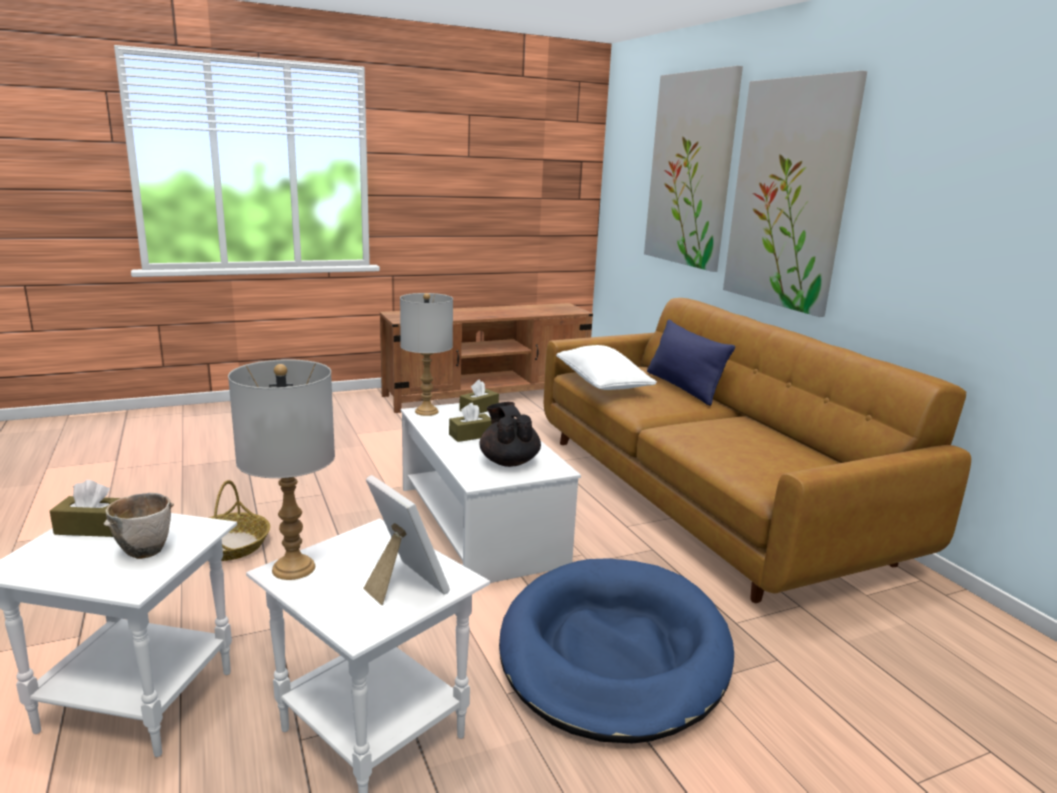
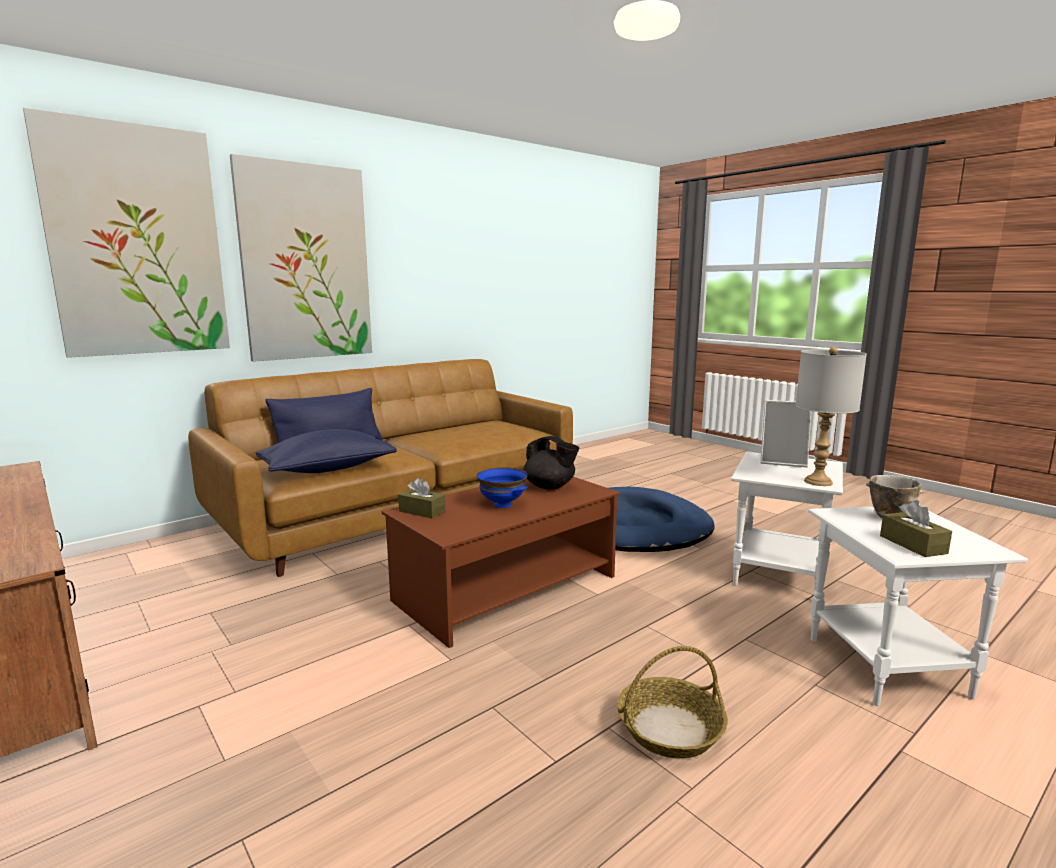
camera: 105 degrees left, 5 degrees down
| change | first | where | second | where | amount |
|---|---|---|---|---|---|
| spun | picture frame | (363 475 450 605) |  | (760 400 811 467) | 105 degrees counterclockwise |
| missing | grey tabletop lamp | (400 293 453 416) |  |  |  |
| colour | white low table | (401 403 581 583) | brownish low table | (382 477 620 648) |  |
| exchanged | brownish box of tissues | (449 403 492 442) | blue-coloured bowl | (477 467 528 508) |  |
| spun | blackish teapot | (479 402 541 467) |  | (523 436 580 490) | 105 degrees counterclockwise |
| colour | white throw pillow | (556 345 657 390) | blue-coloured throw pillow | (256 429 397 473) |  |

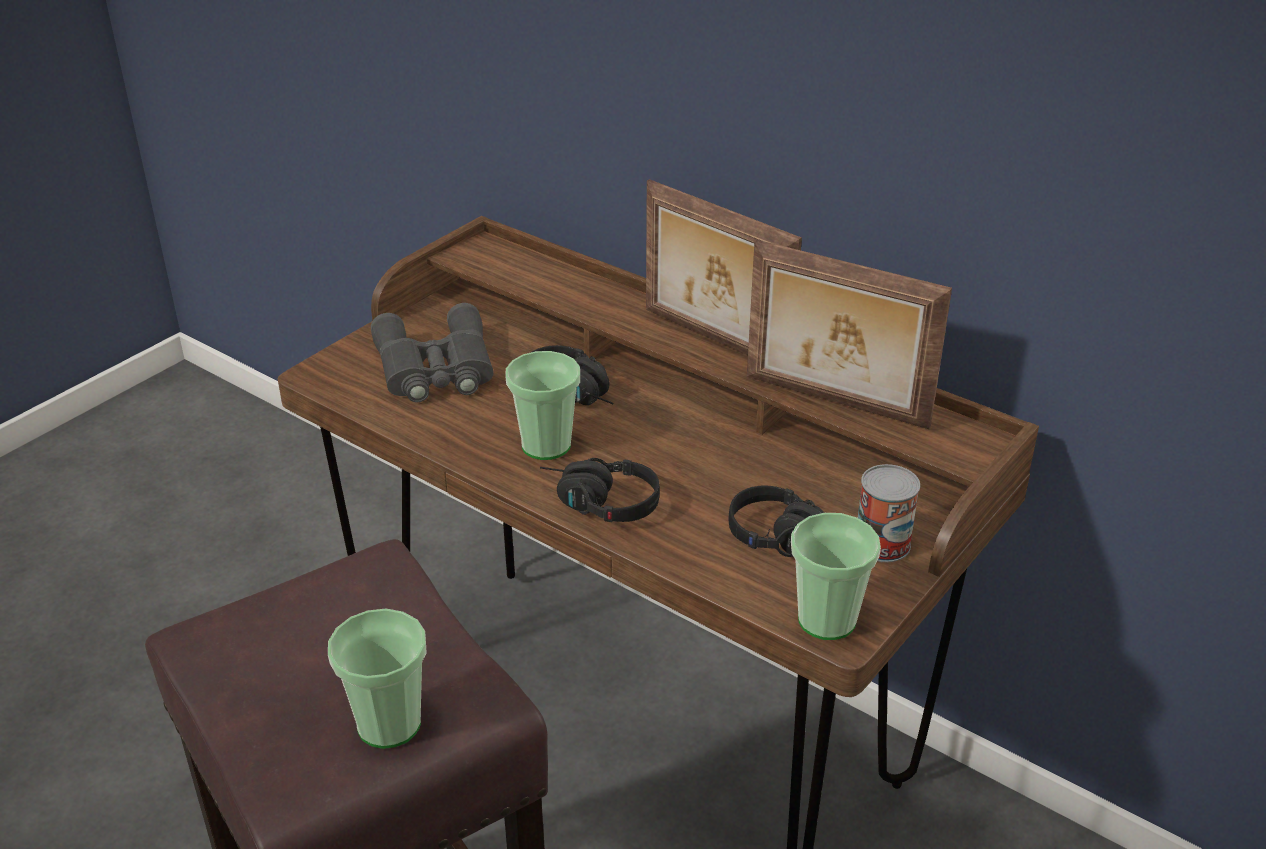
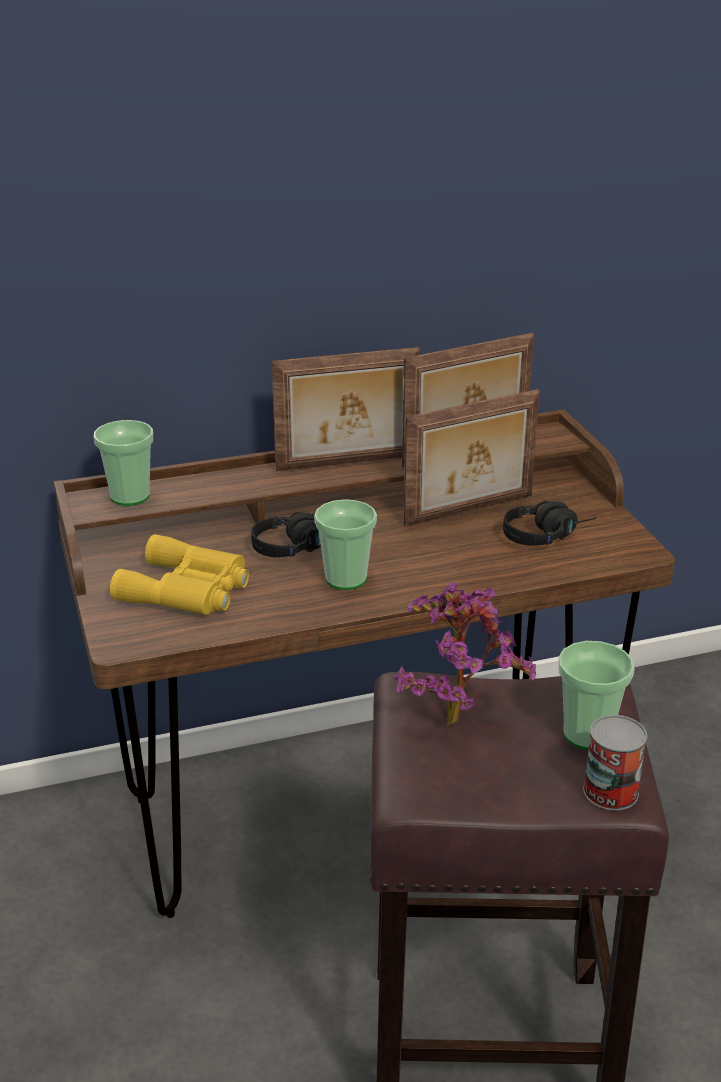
camera: 55 degrees left, 5 degrees down
| change | first | where | second | where | amount |
|---|---|---|---|---|---|
| colour | grey pair of binoculars | (371 303 494 402) | yellow pair of binoculars | (110 534 249 615) |  |
| missing | blackish headset | (540 458 660 522) |  |  |  |
| relocated | small cup | (791 513 881 640) |  | (94 420 153 506) |  |
| relocated | can | (858 464 920 562) |  | (583 715 647 811) |  |
| appeared |  |  | potted plant | (394 582 536 725) |  |
| appeared |  |  | picture frame | (403 389 540 526) |  |

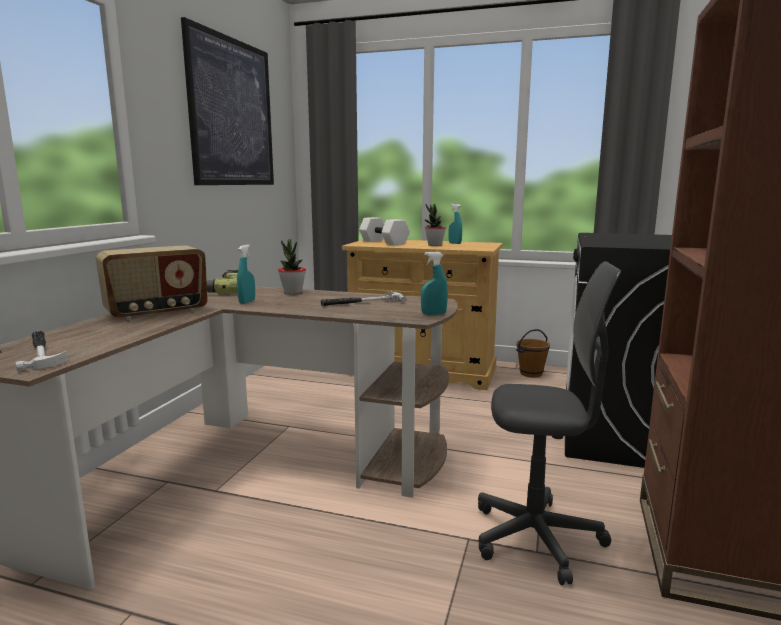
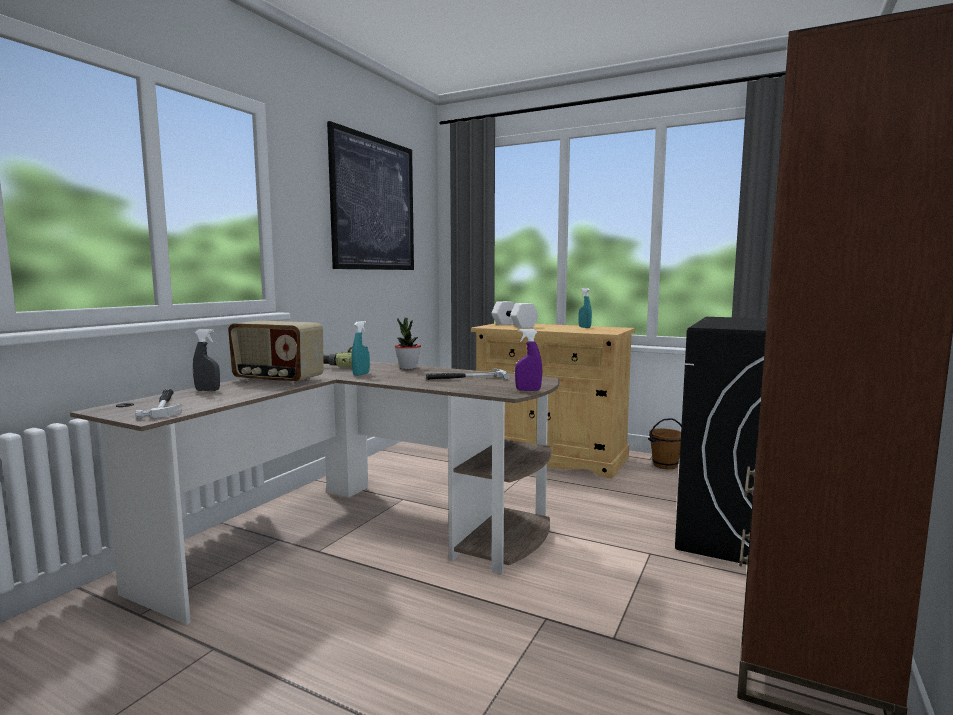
camera: 10 degrees right, 5 degrees down
| change | first | where | second | where | amount |
|---|---|---|---|---|---|
| spun | radio | (96 245 208 320) |  | (228 321 324 385) | 45 degrees clockwise |
| colour | turquoise-coloured spray bottle | (421 252 448 315) | purple-coloured spray bottle | (515 329 542 391) |  |
| missing | potted plant | (425 204 446 246) |  |  |  |
| missing | grey office chair | (478 261 621 585) |  |  |  |
| appeared |  |  | grey spray bottle | (193 329 220 391) |  |

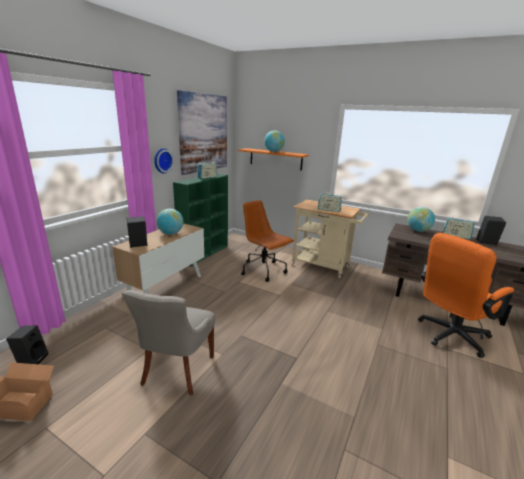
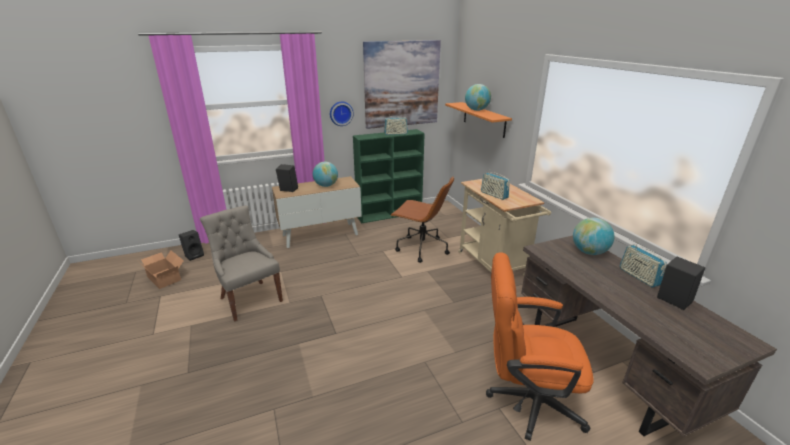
camera: 40 degrees right, 5 degrees up
| change | first | where | second | where | amount |
|---|---|---|---|---|---|
| spun | grey upright chair | (122 290 215 396) |  | (200 205 283 321) | 90 degrees clockwise |
| spun | brownish office chair | (241 200 294 282) |  | (390 176 454 263) | 120 degrees clockwise |

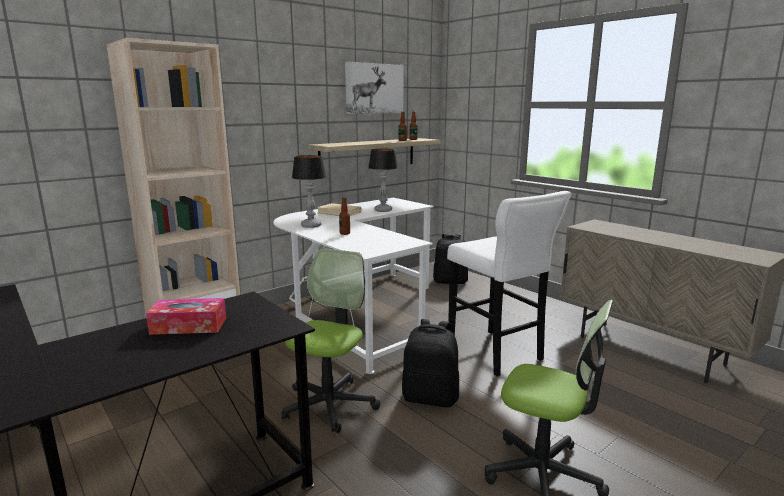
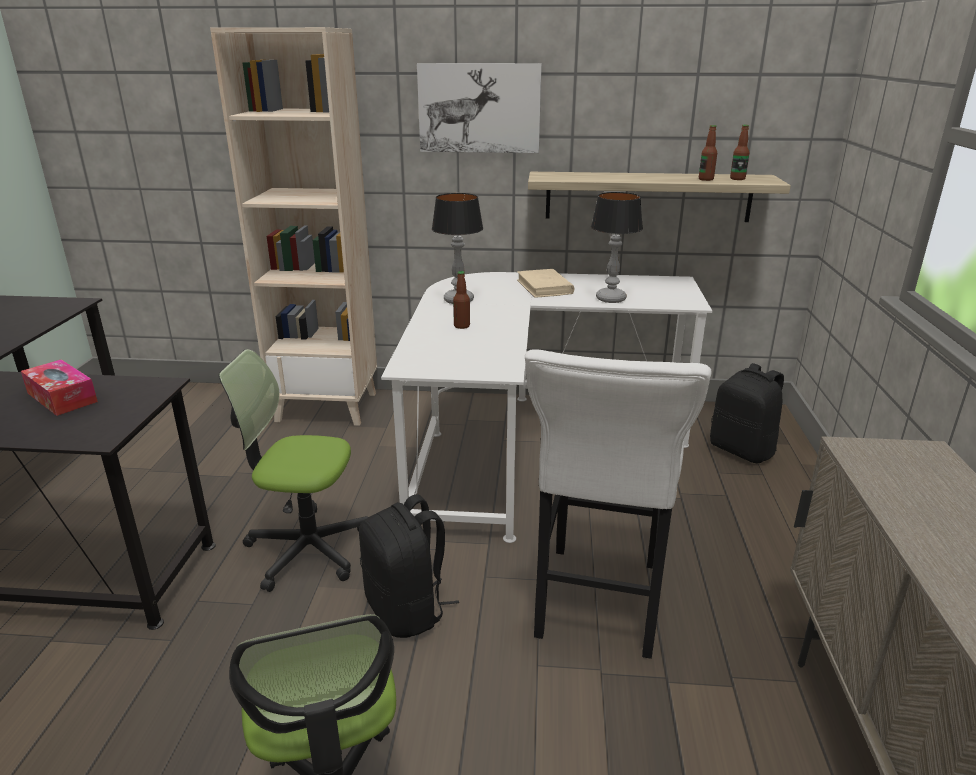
camera: 45 degrees right, 10 degrees up
| change | first | where | second | where | amount |
|---|---|---|---|---|---|
| spun | office chair | (281 248 380 433) |  | (219 349 368 592) | 150 degrees counterclockwise |
| relocated | wall picture | (345 62 404 114) |  | (417 63 542 153) |  |

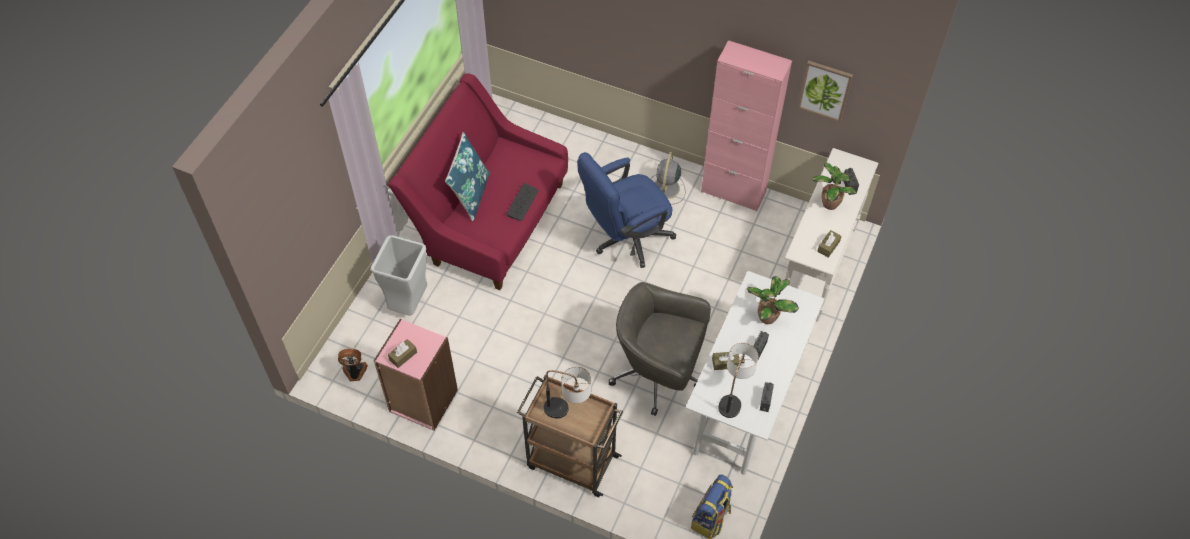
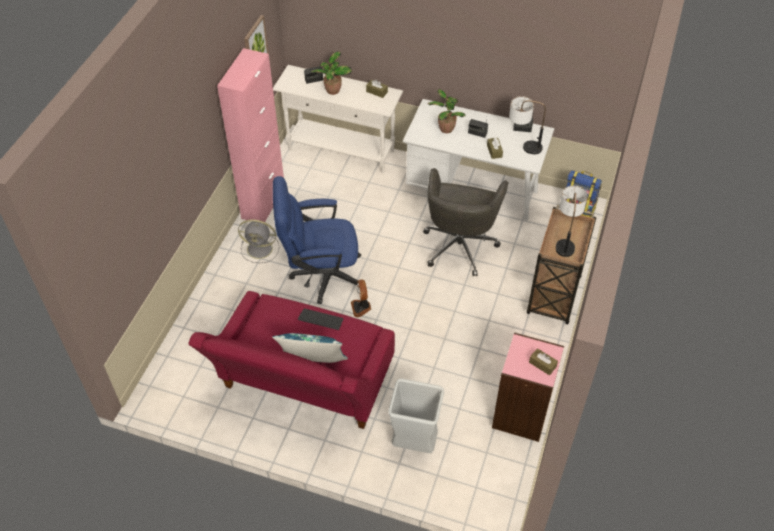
camera: 95 degrees left, 5 degrees down
| change | first | where | second | where | amount |
|---|---|---|---|---|---|
| relocated | fan | (338 349 368 382) |  | (351 280 371 317) |  |
| spun | blue-coloured office chair | (577 152 676 268) |  | (273 176 361 304) | 120 degrees clockwise |

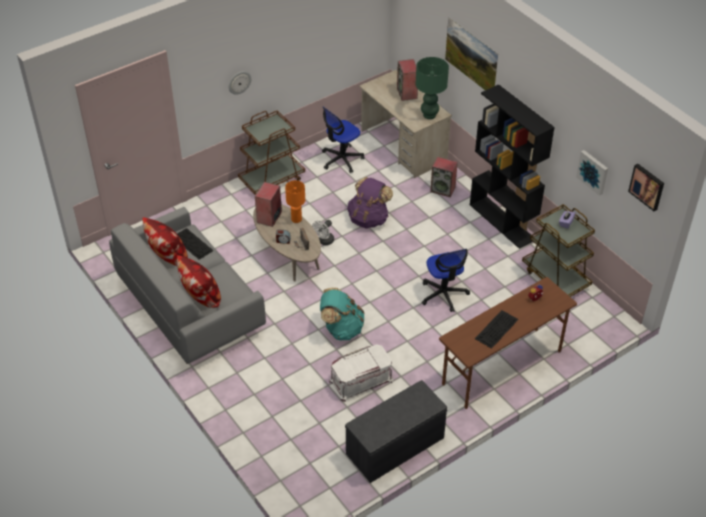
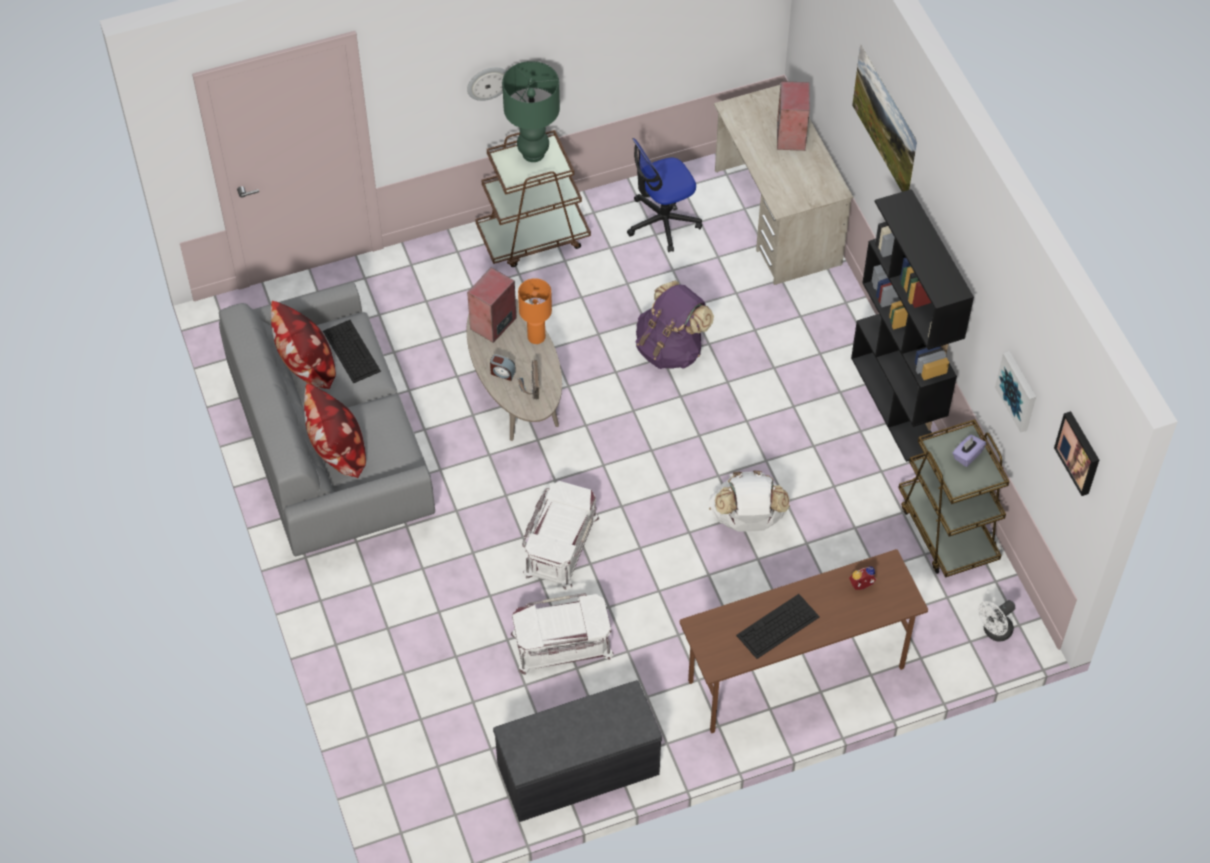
camera: 15 degrees right, 10 degrees up
| change | first | where | second | where | amount |
|---|---|---|---|---|---|
| relocated | white fan | (312 220 334 245) |  | (978 600 1015 642) |  |
| exchanged | turquoise-coloured rucksack | (320 287 365 340) | white storage box | (522 481 599 590) |  |
| relocated | greenish tabletop lamp | (416 57 449 119) |  | (502 61 560 162) |  |
| exchanged | office chair | (422 249 470 312) | white rucksack | (709 471 790 532) |  |
| missing | speaker | (430 157 458 197) |  |  |  |

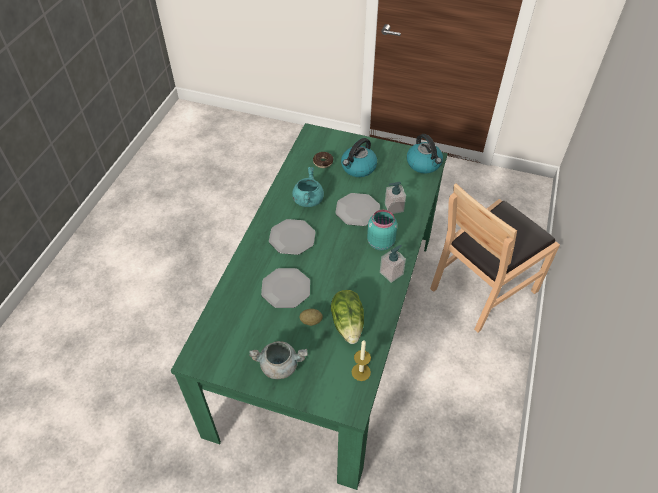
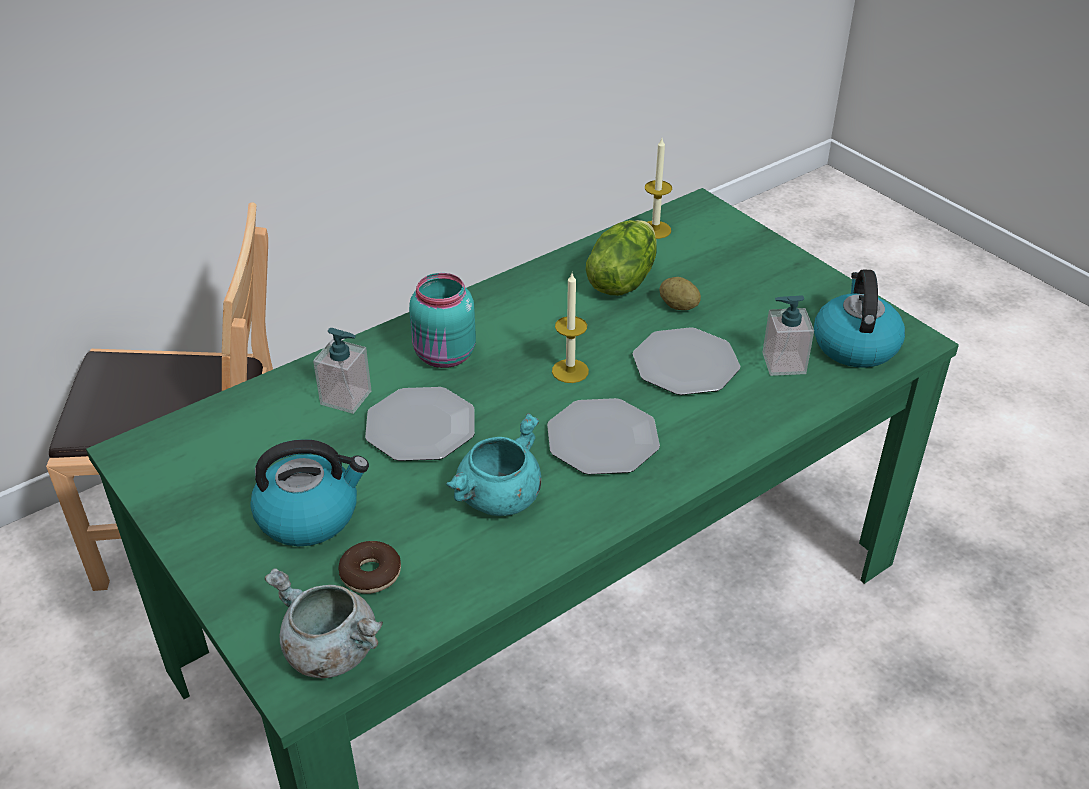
camera: 145 degrees left, 10 degrees down
| change | first | where | second | where | amount |
|---|---|---|---|---|---|
| relocated | grey cooking pot | (249 341 308 379) |  | (265 568 383 678) |  |
| relocated | soap dispenser | (380 245 406 283) |  | (762 295 814 376) |  |
| relocated | tea kettle | (407 134 443 174) |  | (814 269 905 368) |  |
| appeared |  |  | candle | (552 273 589 383) |  |

